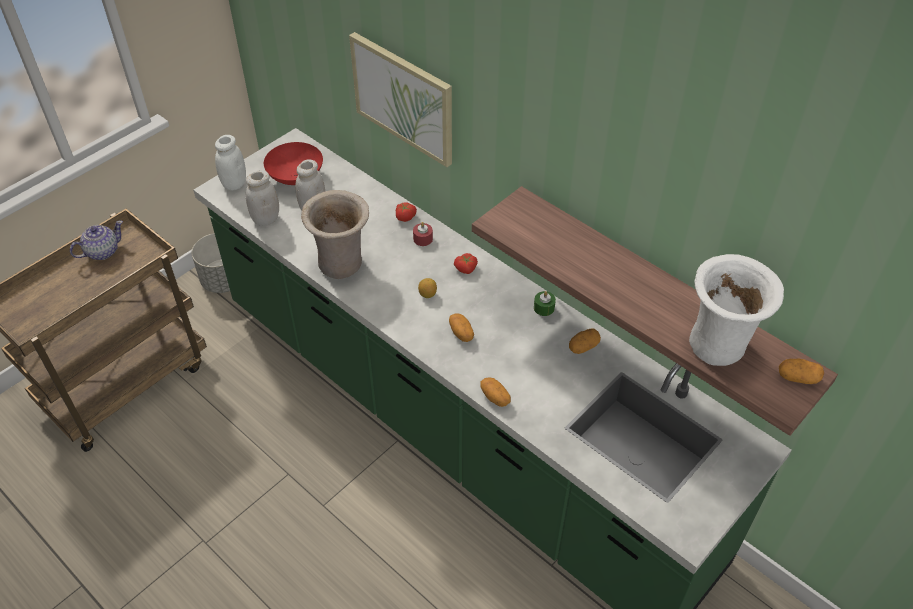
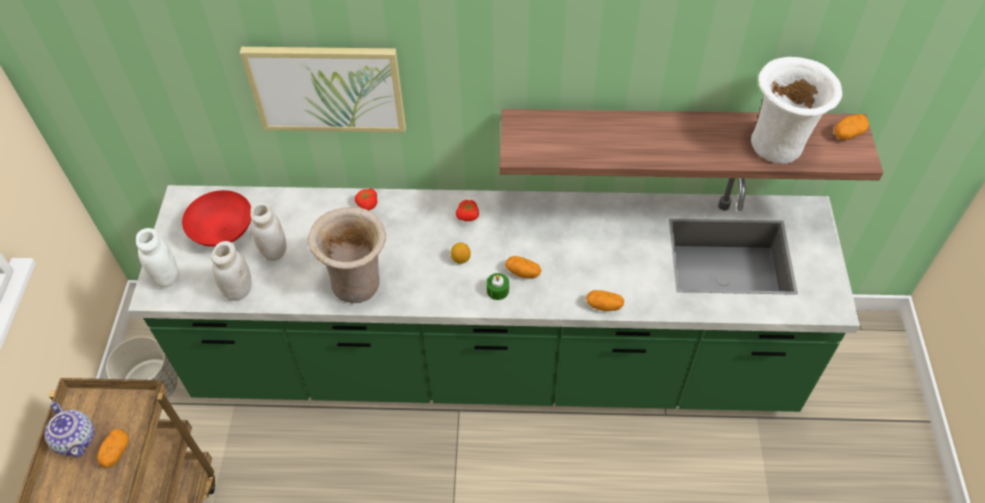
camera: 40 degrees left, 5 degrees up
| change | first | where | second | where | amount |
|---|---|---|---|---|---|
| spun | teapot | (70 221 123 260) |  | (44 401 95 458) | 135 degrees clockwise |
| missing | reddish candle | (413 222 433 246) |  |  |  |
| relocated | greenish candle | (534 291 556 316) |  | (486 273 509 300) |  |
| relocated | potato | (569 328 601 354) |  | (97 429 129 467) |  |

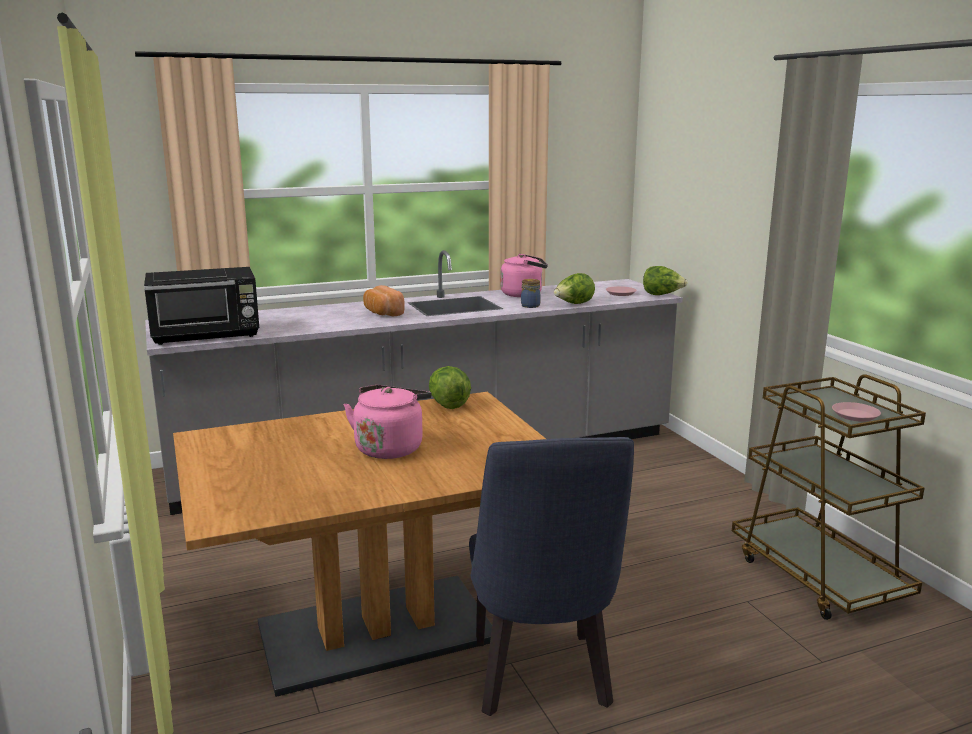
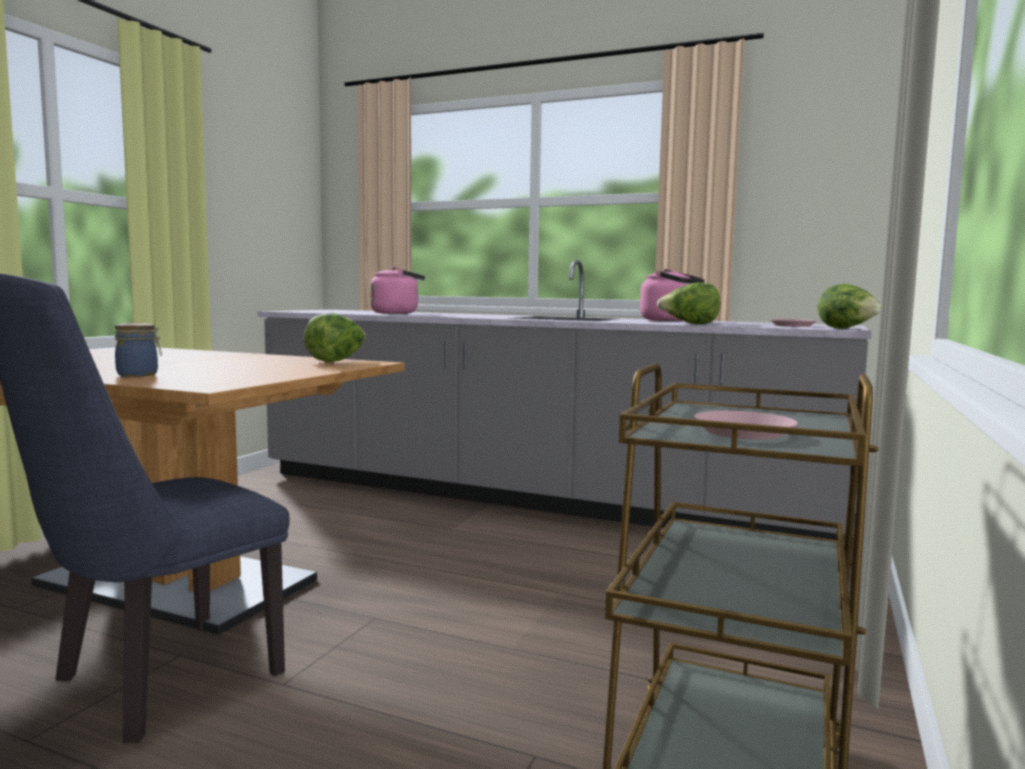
camera: 45 degrees right, 10 degrees down
| change | first | where | second | where | amount |
|---|---|---|---|---|---|
| missing | blackish microwave oven | (144 267 259 345) |  |  |  |
| relocated | pink-coloured tea kettle | (344 385 432 459) |  | (370 267 425 314) |  |
| missing | baked bread | (363 285 405 316) |  |  |  |
| relocated | storage jar | (521 279 541 308) |  | (115 323 162 377) |  |

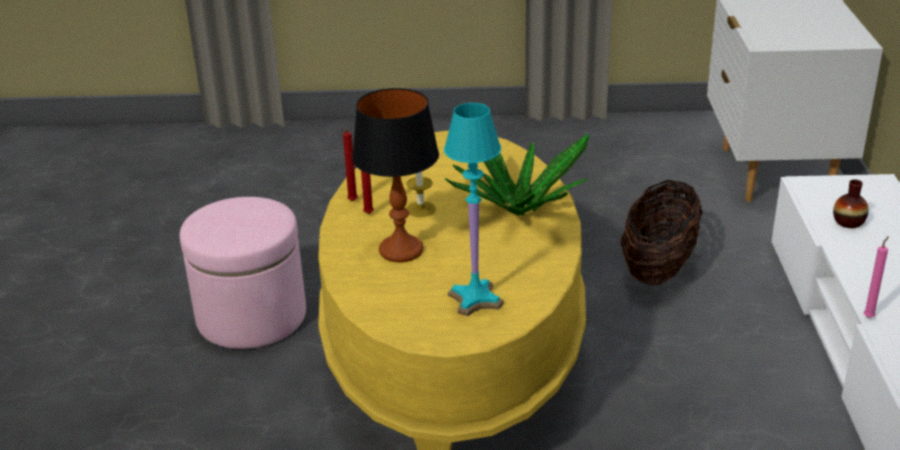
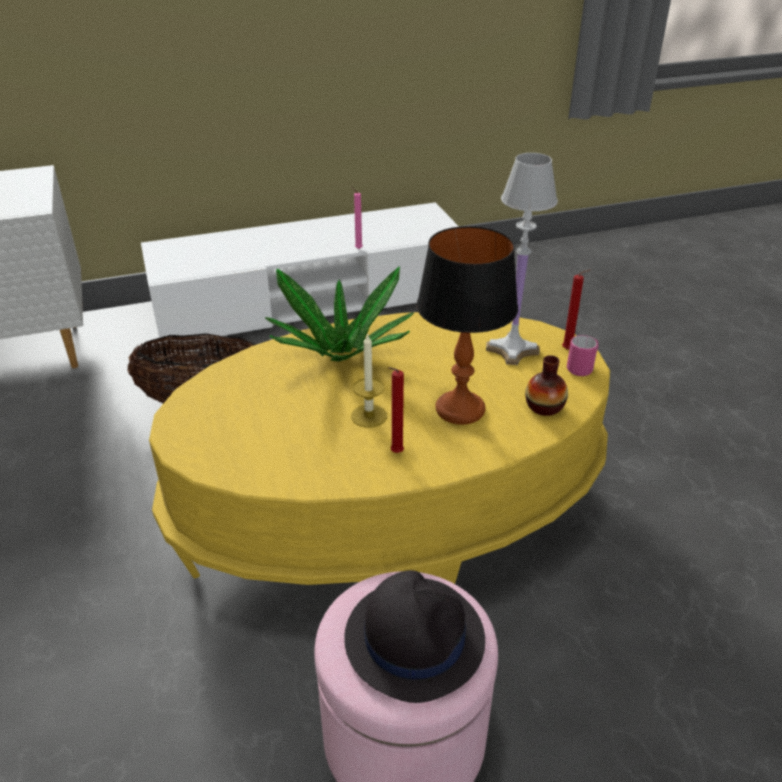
camera: 110 degrees left, 5 degrees up
| change | first | where | second | where | amount |
|---|---|---|---|---|---|
| relocated | reddish candle | (340 129 358 201) |  | (562 269 590 350) |  |
| colour | turquoise-coloured tabletop lamp | (444 103 504 316) | white tabletop lamp | (486 153 558 365) |  |
| relocated | flower vase | (833 179 869 228) |  | (525 355 568 416) |  |
| appeared |  |  | blackish clothing hat | (344 570 485 703) |  |
| appeared |  |  | pink-coloured coffee mug | (567 335 598 376) |  |

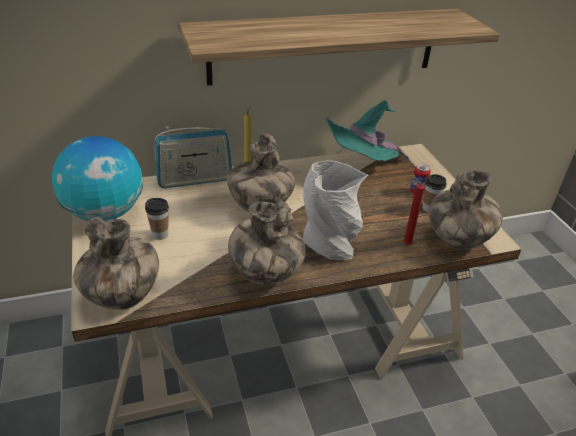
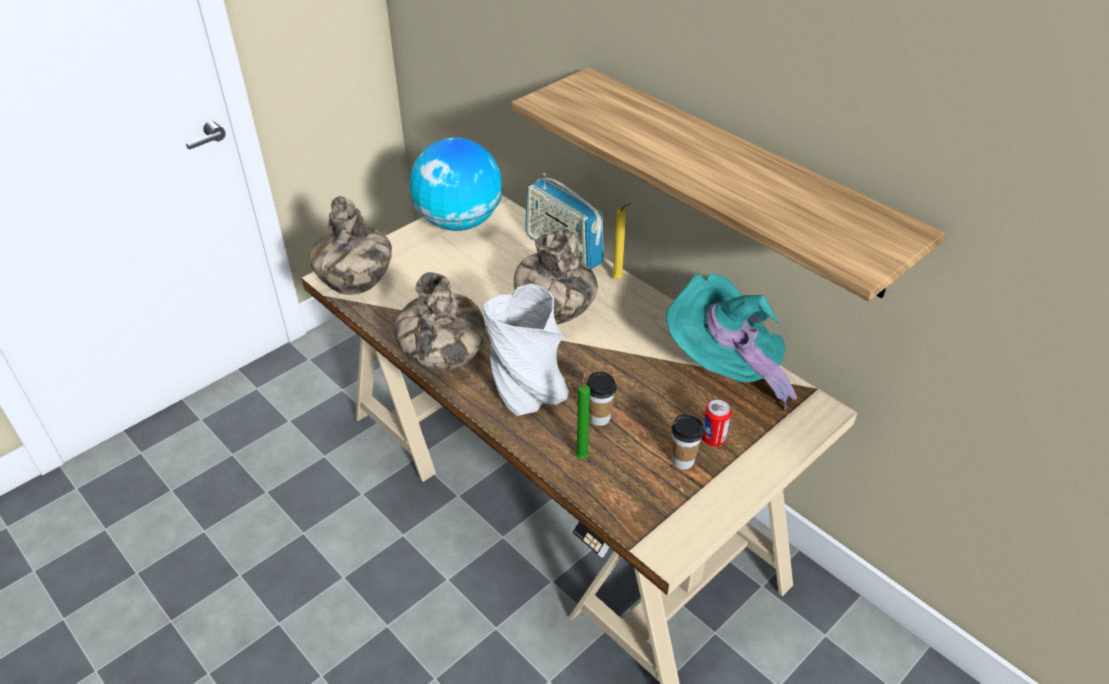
camera: 65 degrees right, 5 degrees up
| change | first | where | second | where | amount |
|---|---|---|---|---|---|
| relocated | small cup | (145 198 169 240) |  | (586 371 617 426) |  |
| colour | reddish candle | (403 177 425 245) | greenish candle | (575 372 590 459) |  |
| missing | flower vase | (429 170 503 249) |  |  |  |

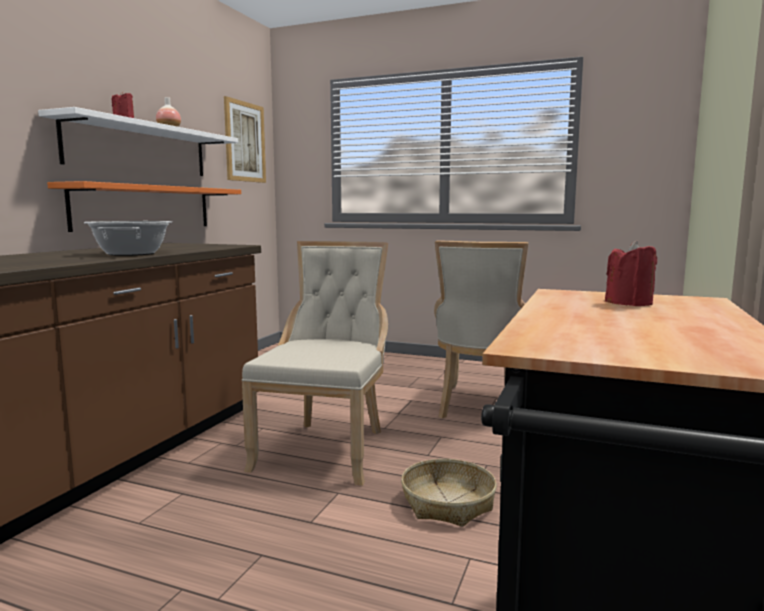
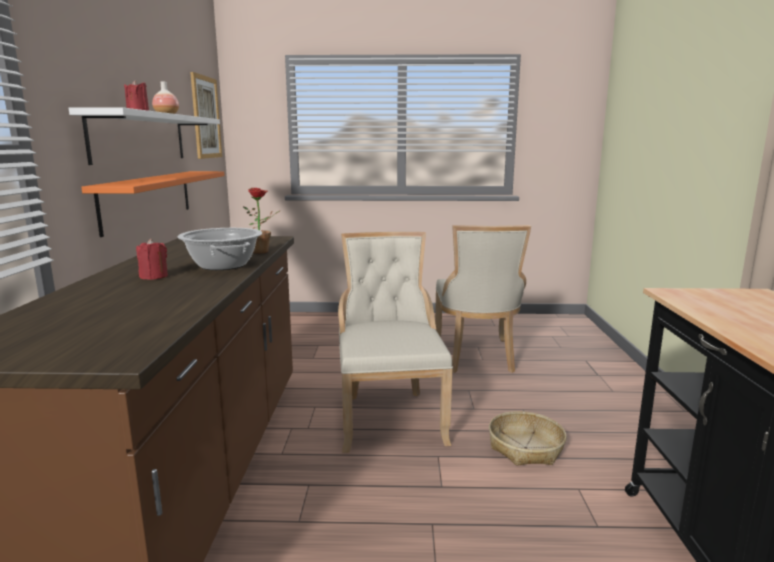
camera: 20 degrees left, 5 degrees up
| change | first | where | second | where | amount |
|---|---|---|---|---|---|
| relocated | reddish candle | (605 241 657 306) |  | (136 238 168 280) |  |
| appeared |  |  | potted plant | (243 188 280 254) |  |

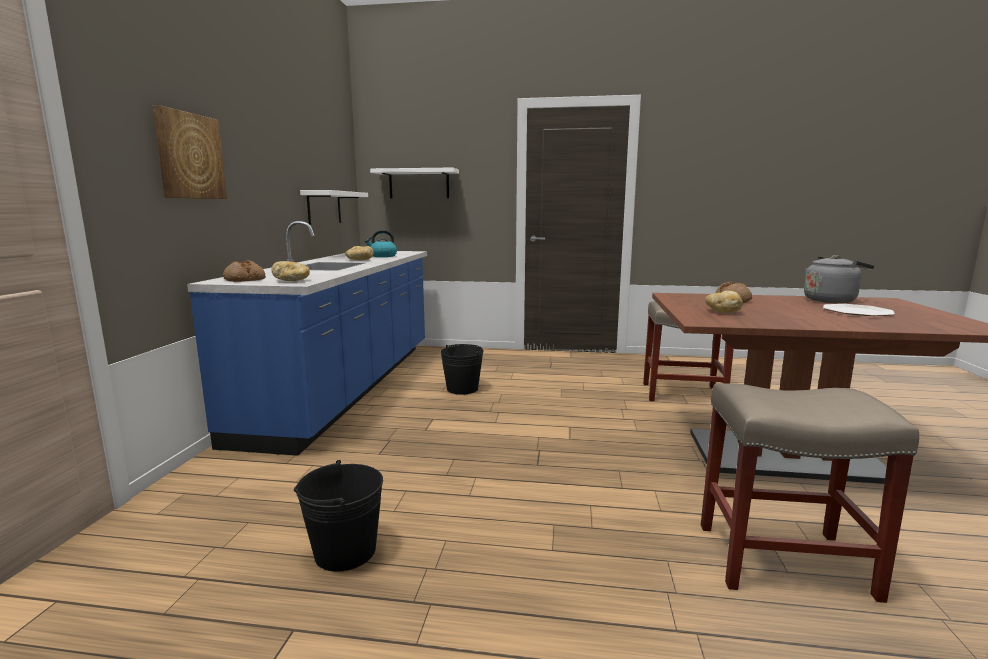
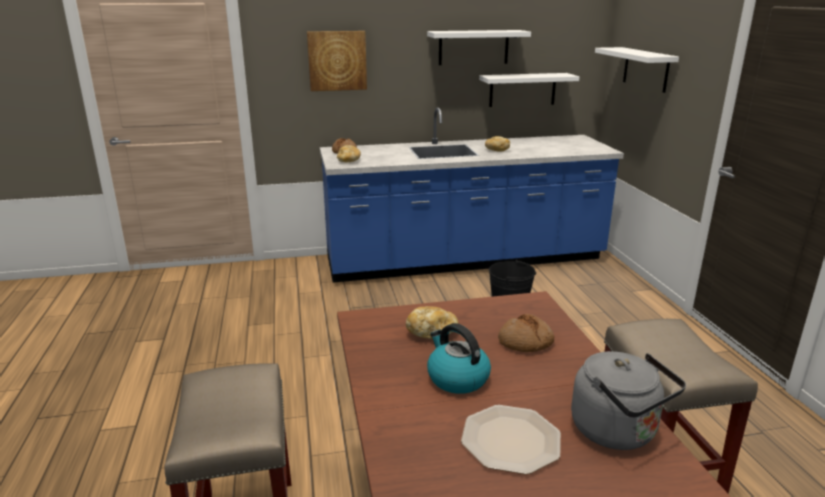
camera: 70 degrees right, 10 degrees up
| change | first | where | second | where | amount |
|---|---|---|---|---|---|
| missing | blackish water bucket | (294 460 383 572) |  |  |  |
| relocated | tea kettle | (365 230 397 257) |  | (427 323 491 394) |  |
| appeared |  |  | white wall shelf | (427 30 531 65) |  |

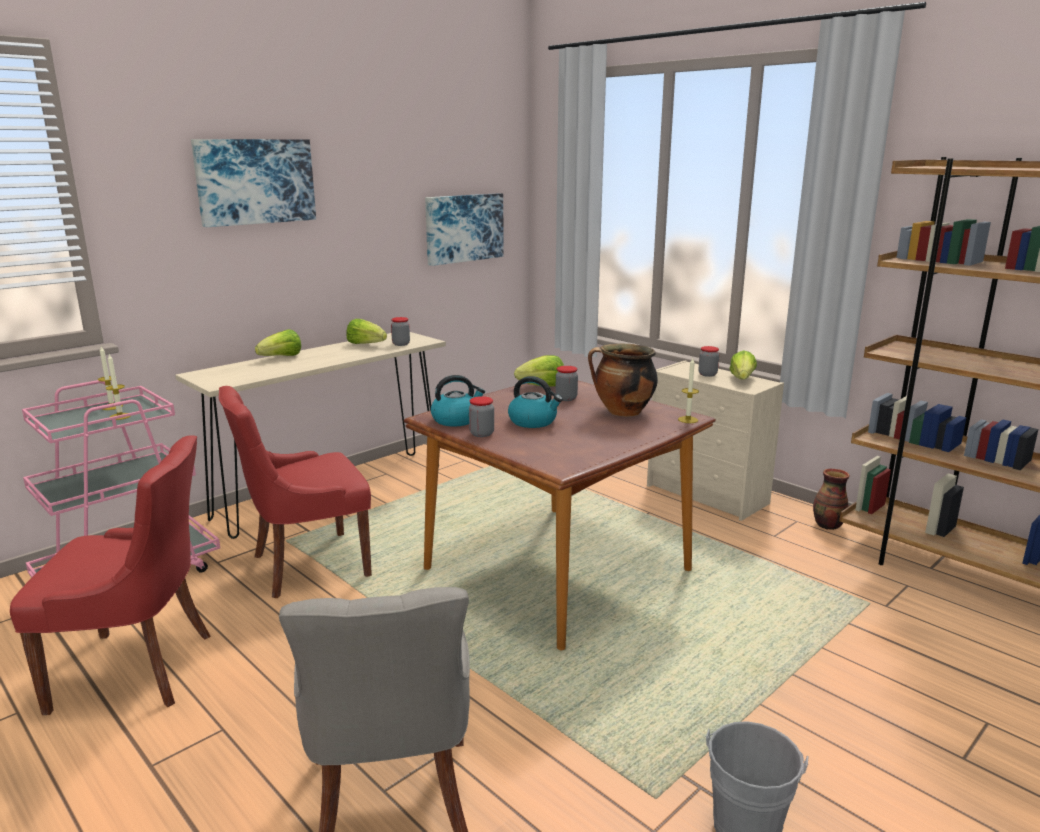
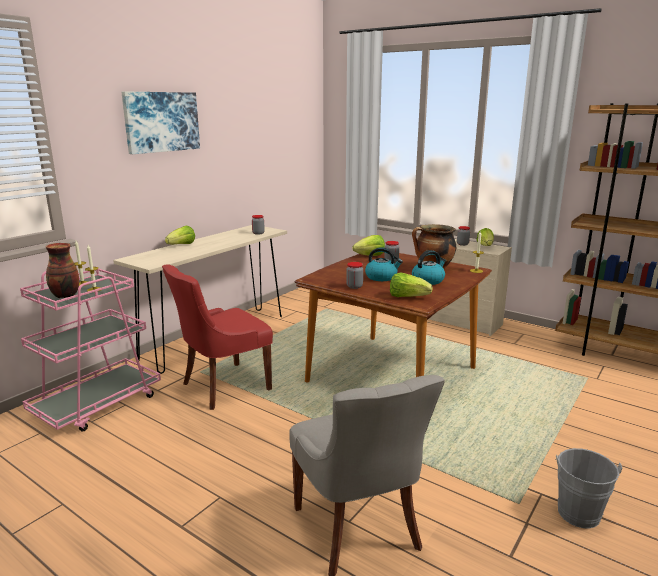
camera: 10 degrees left, 0 degrees up
| change | first | where | second | where | amount |
|---|---|---|---|---|---|
| missing | reddish upright chair | (10 435 211 715) |  |  |  |
| relocated | lettuce head | (347 319 387 344) |  | (390 272 433 297) |  |
| missing | wall picture | (425 193 504 266) |  |  |  |
| relocated | tea kettle | (431 375 485 426) |  | (412 250 446 285) |  |
| relocated | flower vase | (813 469 850 530) |  | (46 243 79 298) |  |

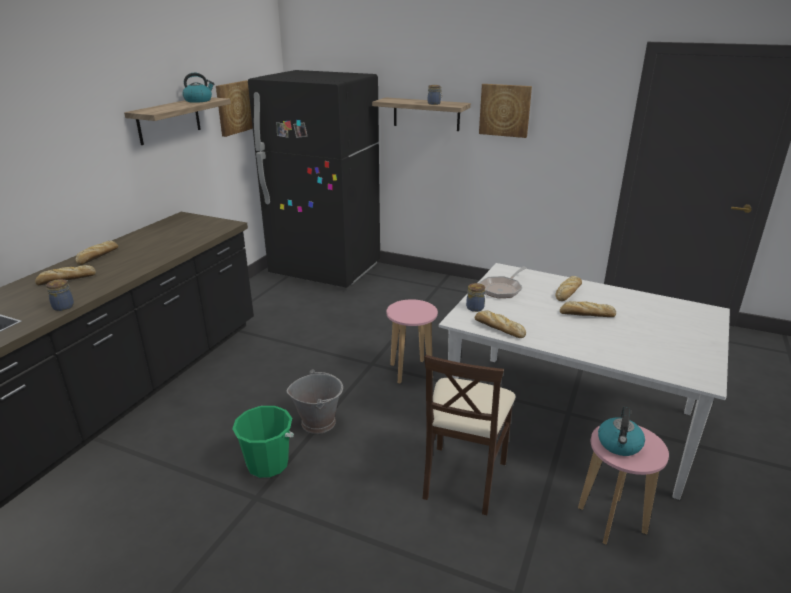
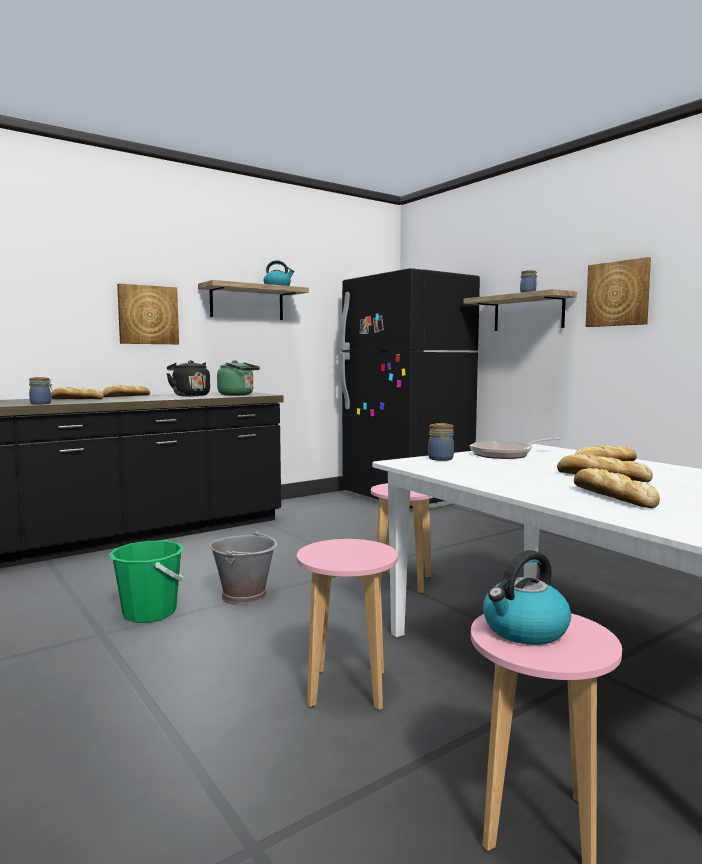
camera: 30 degrees right, 20 degrees down
| change | first | where | second | where | amount |
|---|---|---|---|---|---|
| relocated | wall picture | (216 80 253 137) |  | (117 283 179 344) |  |
| exchanged | beige-coloured upright chair | (423 355 516 515) | pink-coloured stool seat | (297 539 398 710) |  |
| relocated | baked bread | (475 310 526 338) |  | (574 468 660 508) |  |
| appeared |  |  | blackish tea kettle | (167 360 210 396) |  |
| appeared |  |  | greenish tea kettle | (217 360 260 396) |  |

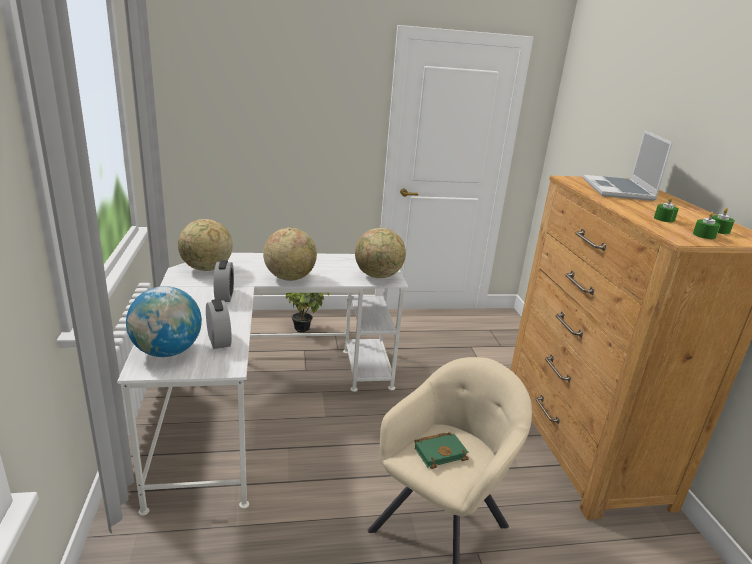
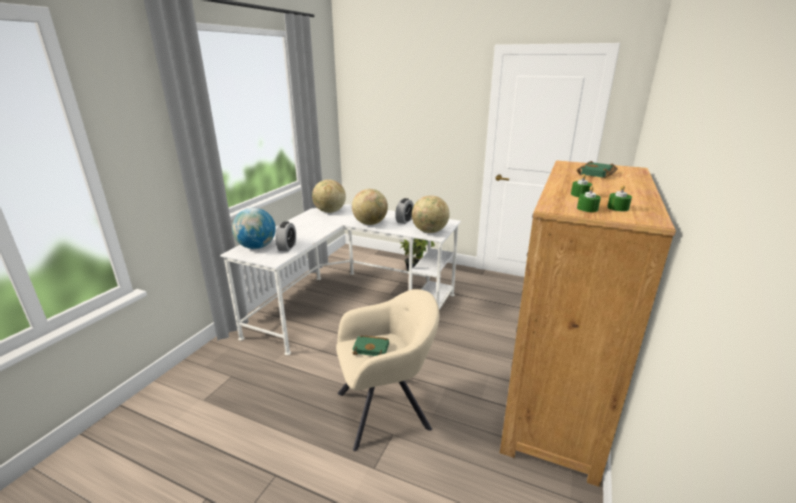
camera: 35 degrees right, 0 degrees up
| change | first | where | second | where | amount |
|---|---|---|---|---|---|
| relocated | alarm clock | (214 260 234 302) |  | (395 198 414 224) |  |
| exchanged | portable computer | (583 130 673 201) | greenish book | (577 161 618 178) |  |

